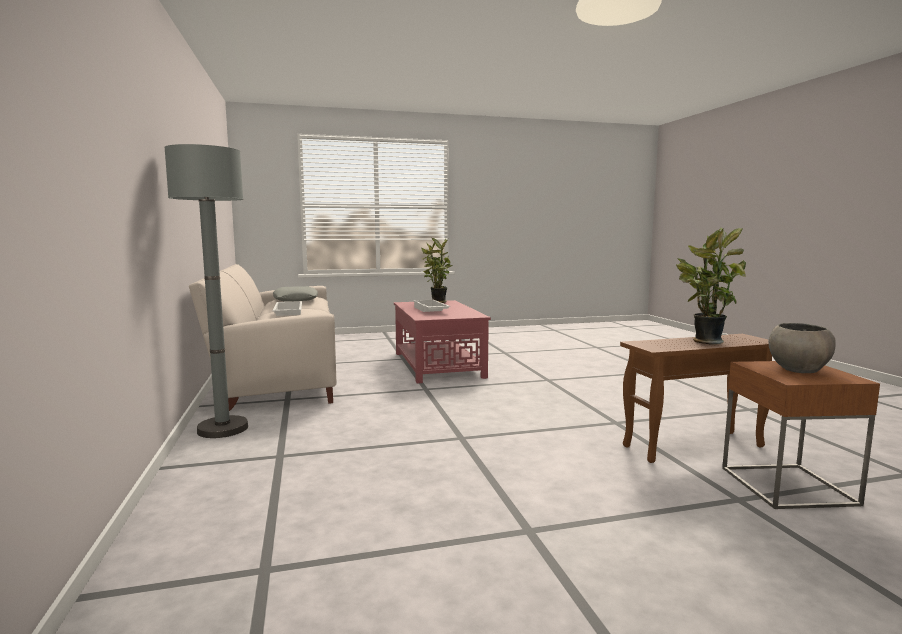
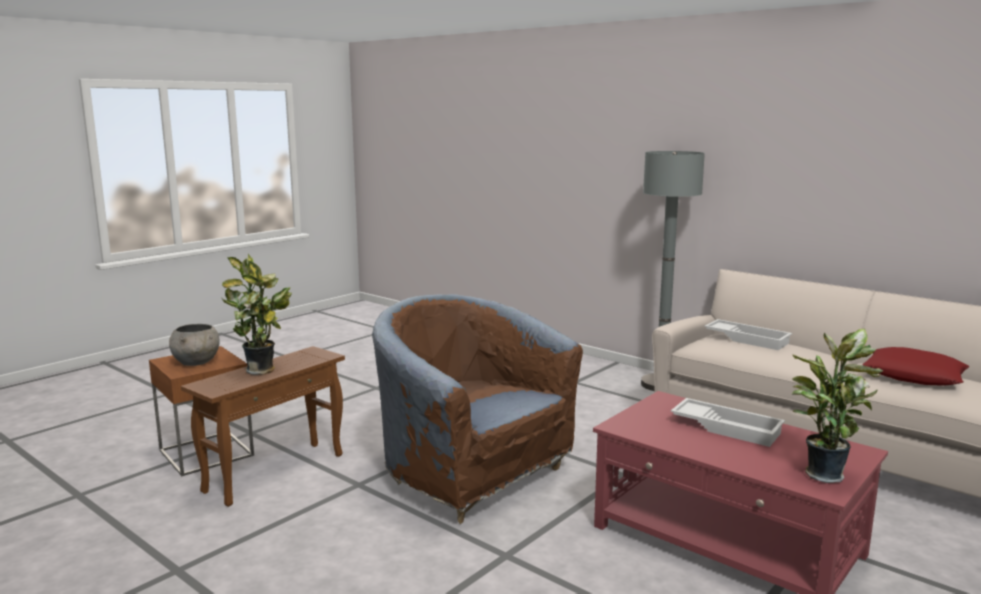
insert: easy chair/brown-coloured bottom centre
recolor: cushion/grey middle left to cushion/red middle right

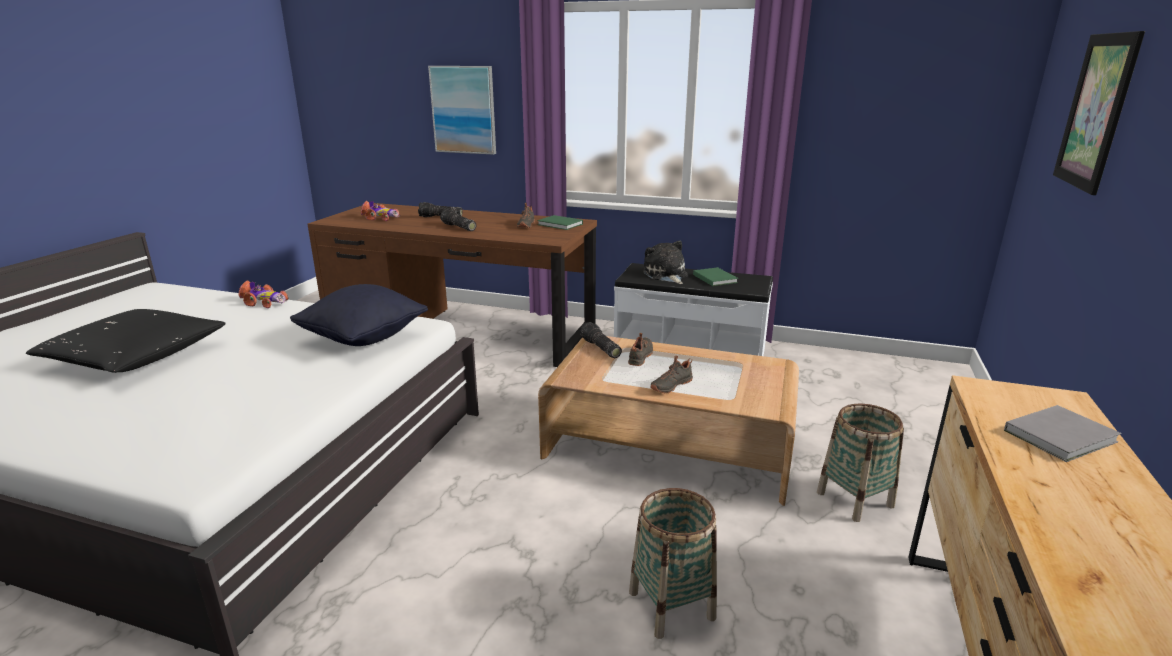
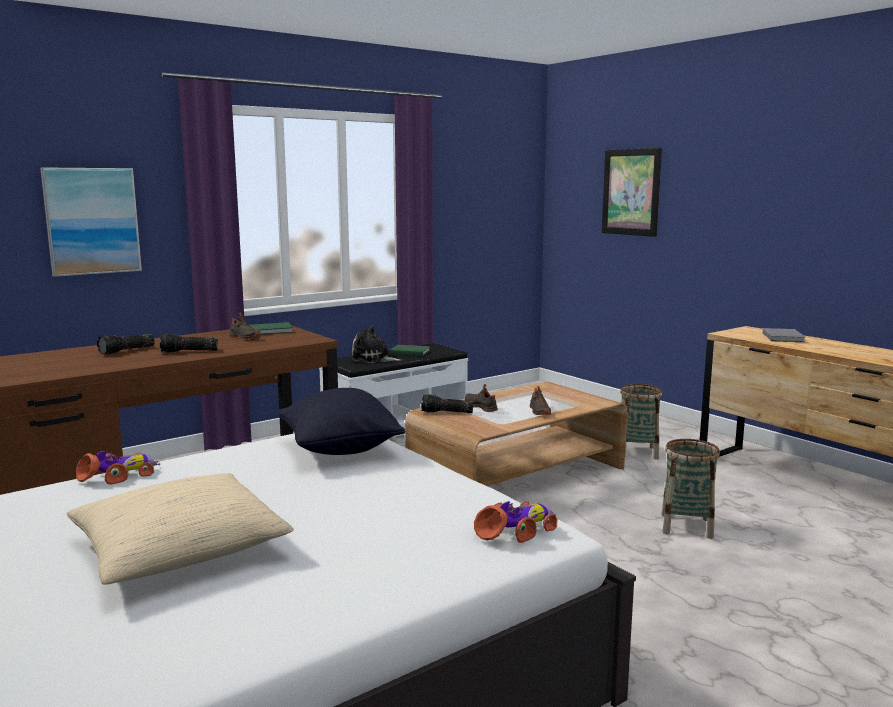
move: model car (2nd from left) top left to bottom centre
recolor: cushion/black-coloured (1st from left) middle left to cushion/beige-coloured bottom left

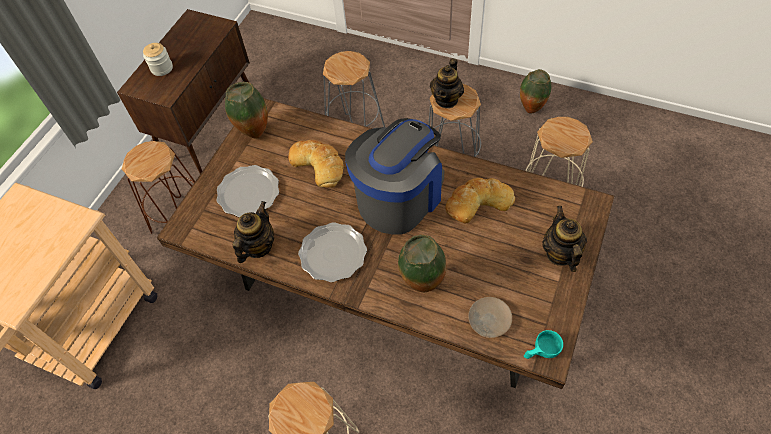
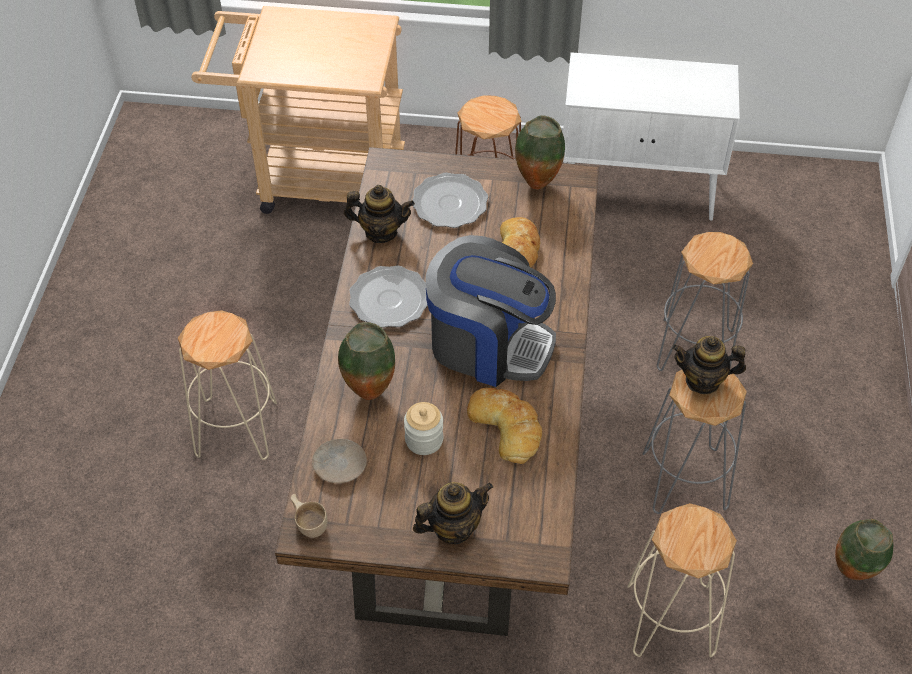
move: preserve jar top left to centre
recolor: cabinet/brown-coloured top left to cabinet/white top right; small cup/turquoise bottom right to small cup/beige-coloured bottom centre

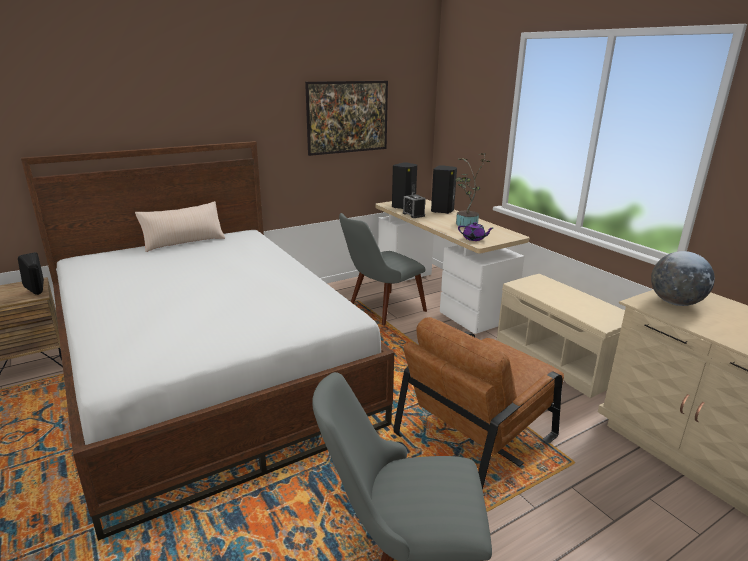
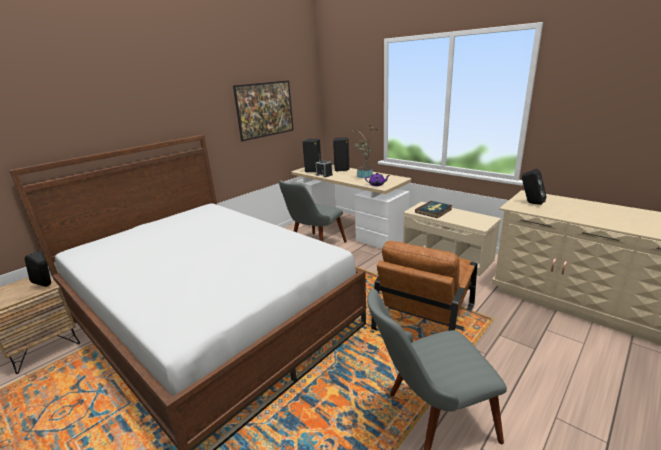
delete: cushion/beige-coloured middle left
insert: bound book centre
replace: globe middle right to loudspeaker/black-coloured (4th from left) middle right

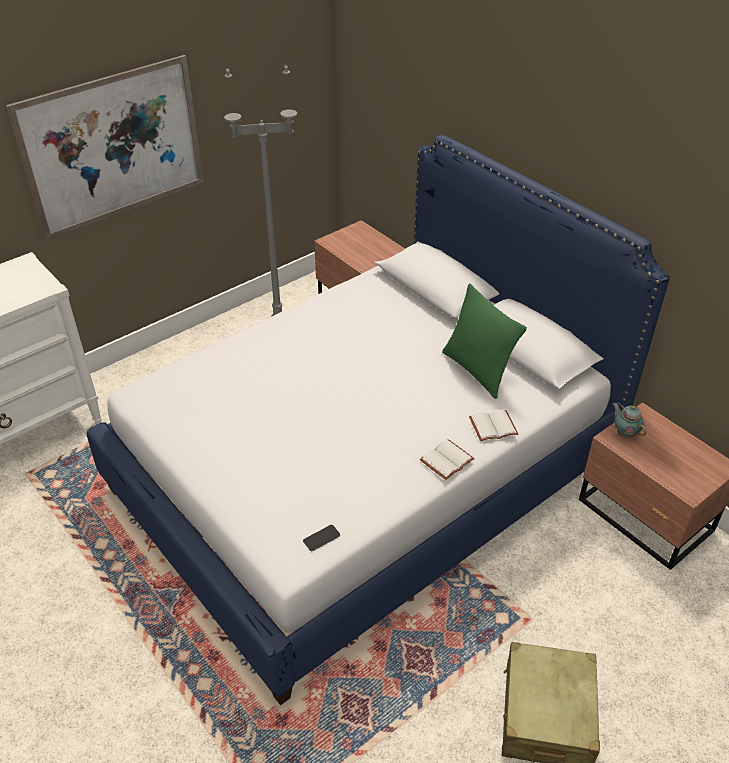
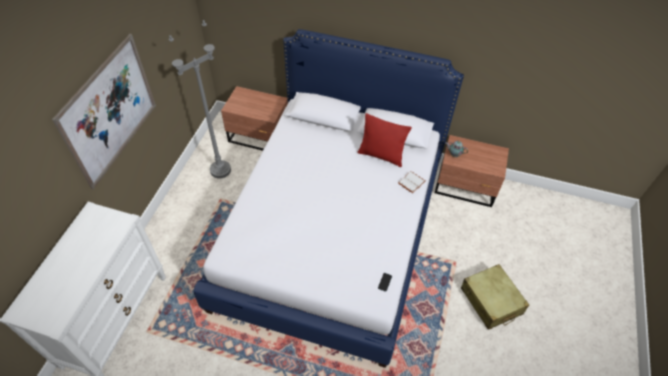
delete: bound book/white (1st from left) centre
recolor: cushion/greenish centre to cushion/red centre

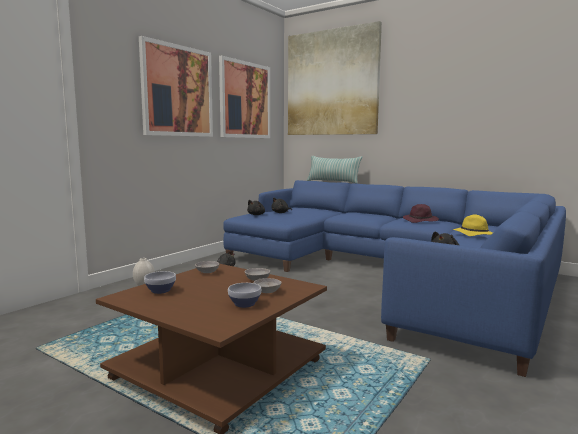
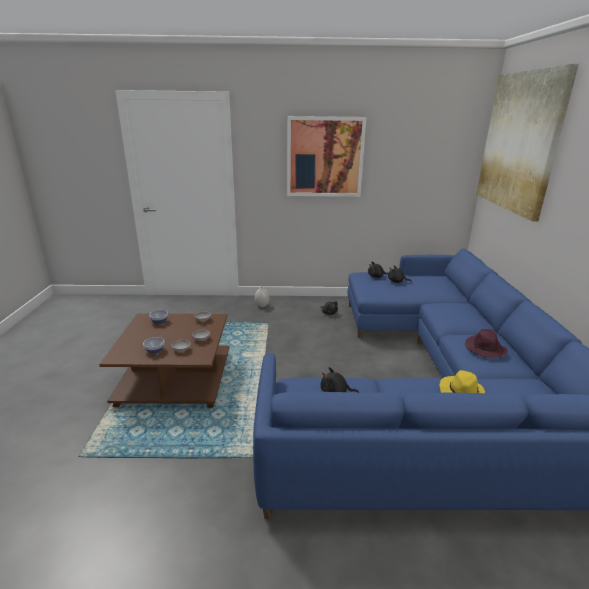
delete: picture (2nd from left) top centre; cushion centre

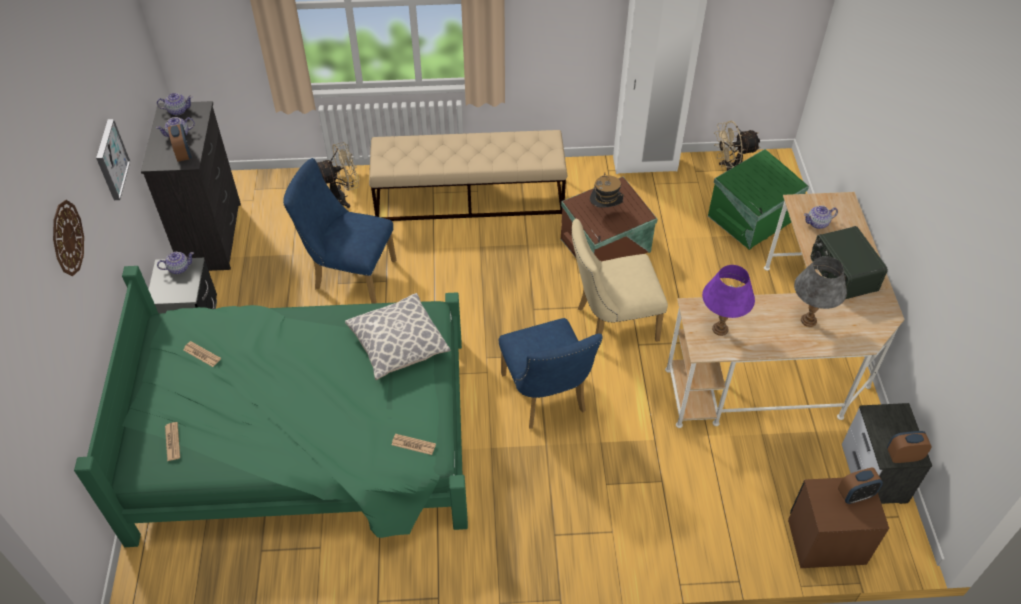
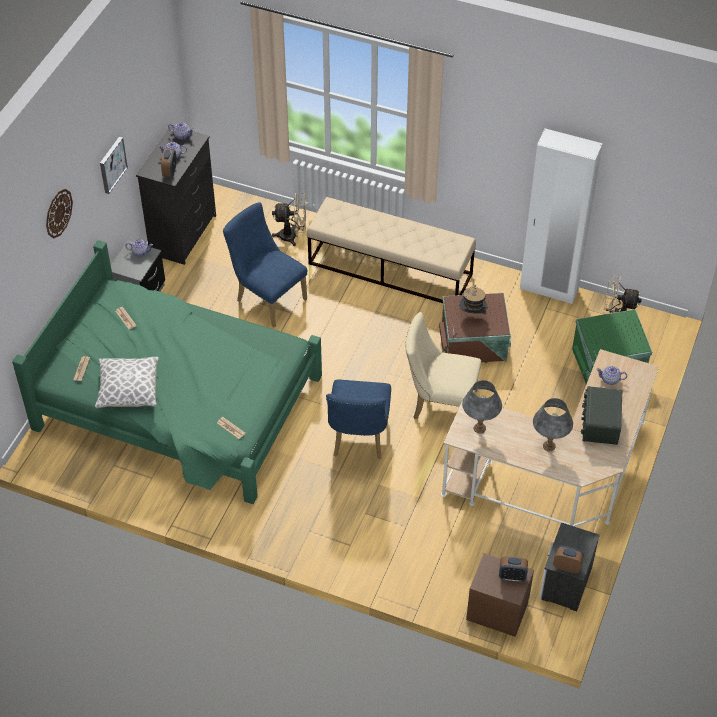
move: cushion centre to middle left
recolor: tabletop lamp/purple-coloured middle right to tabletop lamp/grey (1st from left) middle right

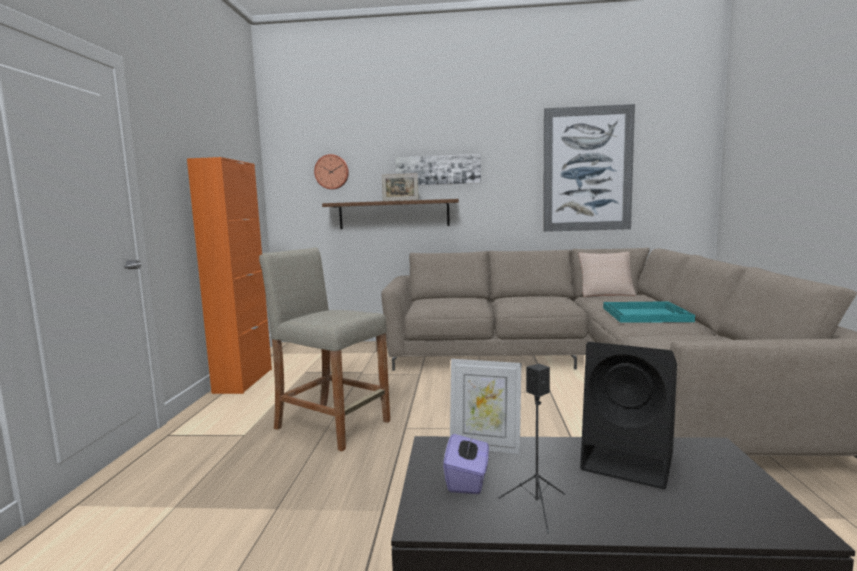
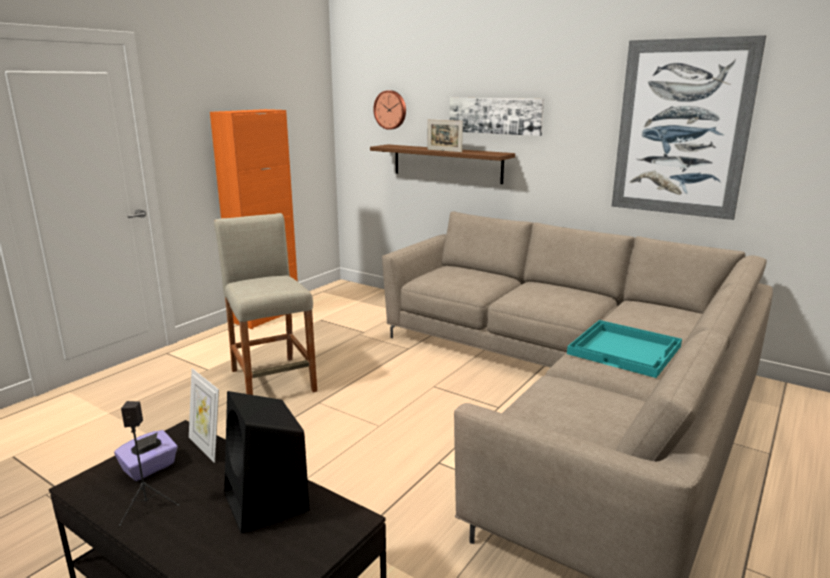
delete: cushion/beige-coloured middle right

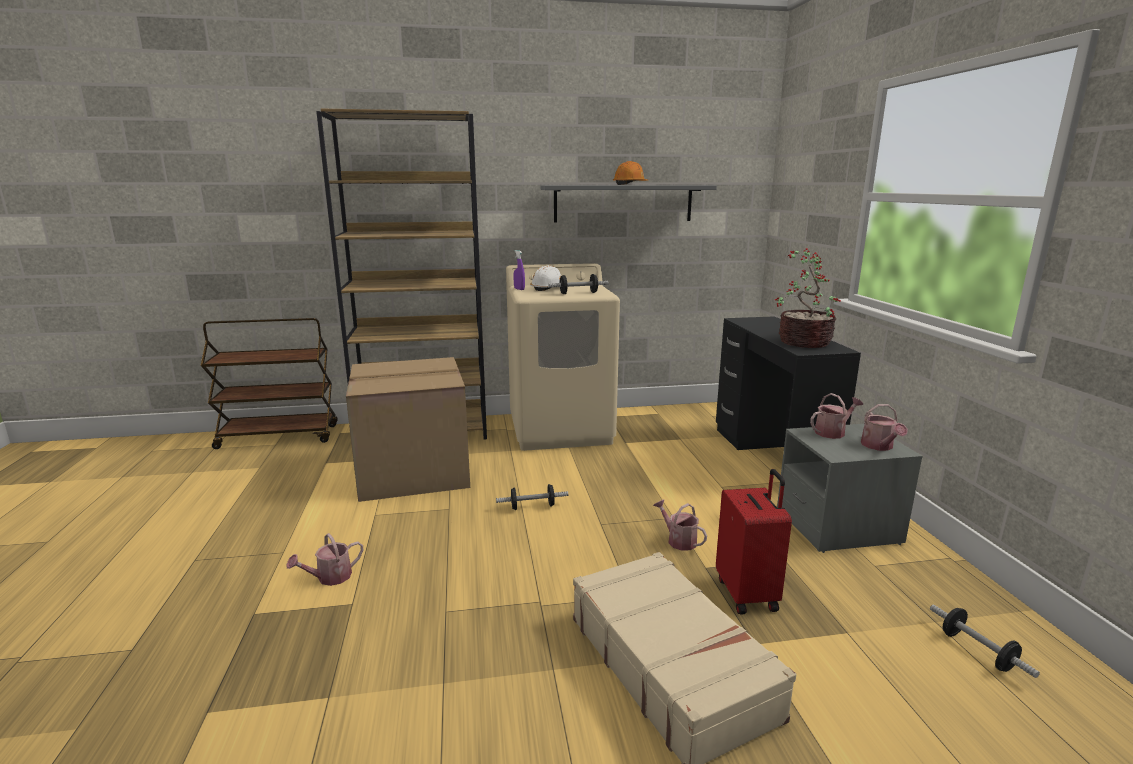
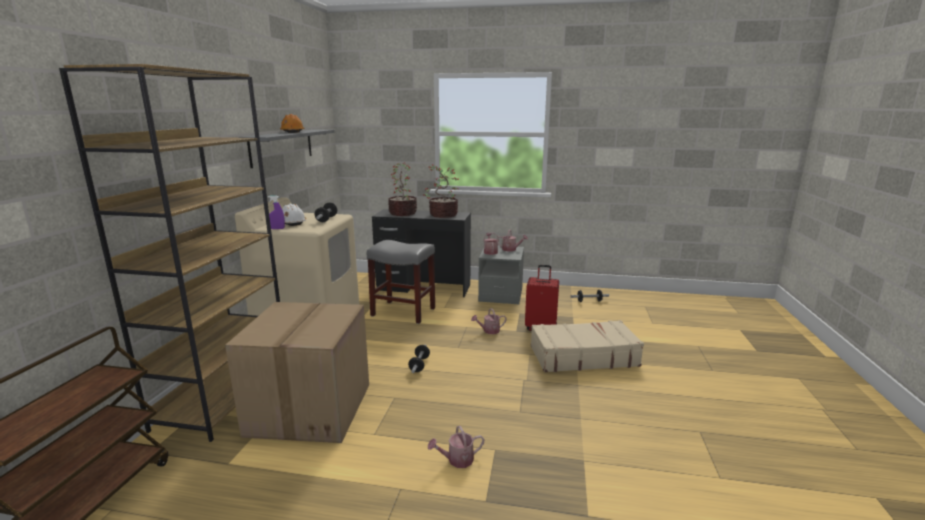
insert: stool/grey centre; plant in a pot (1st from left) centre
rotate: watering can (1st from left) bottom left = bottom centre 90 degrees clockwise

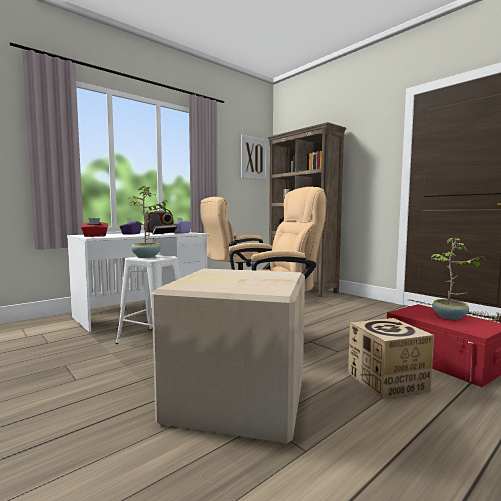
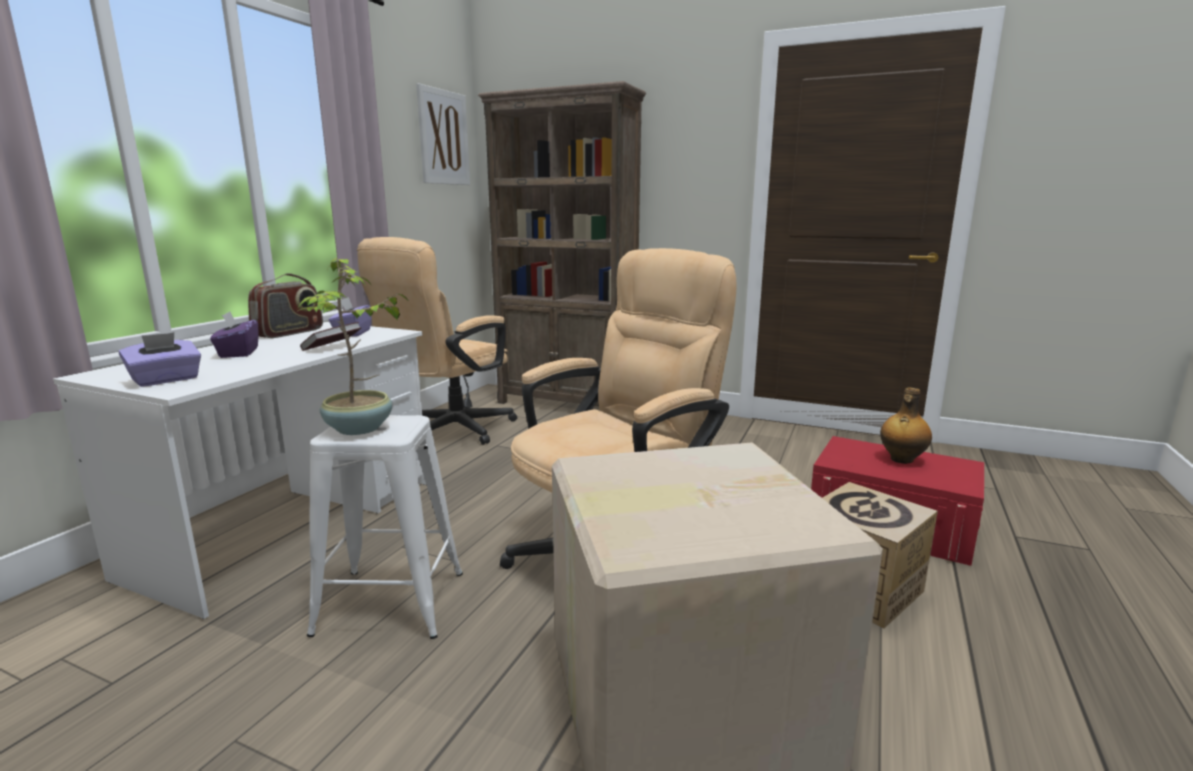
replace: plant in a pot (2nd from left) middle right to beverage bottle middle right
recolor: tissue holder/red middle left to tissue holder/purple-coloured (1st from left) middle left

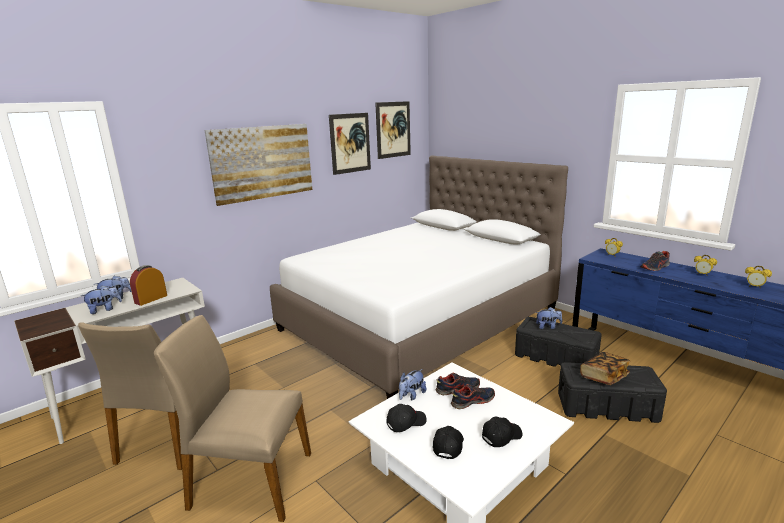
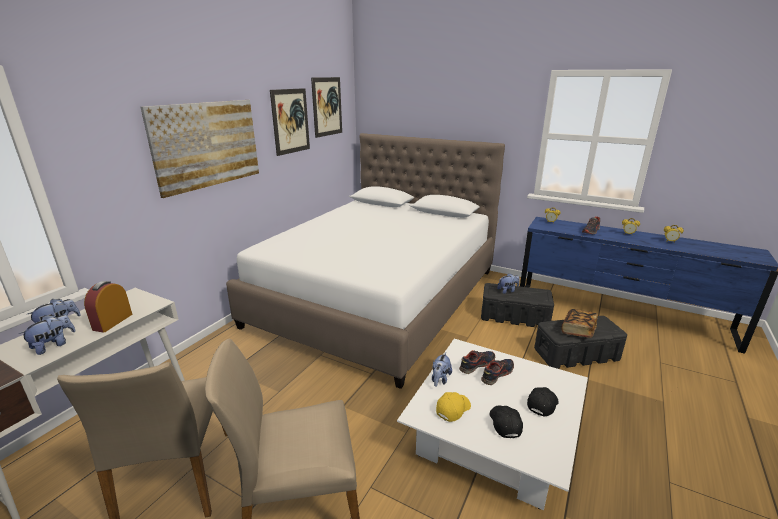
recolor: cap/black-coloured (1st from left) bottom centre to cap/yellowish bottom centre

